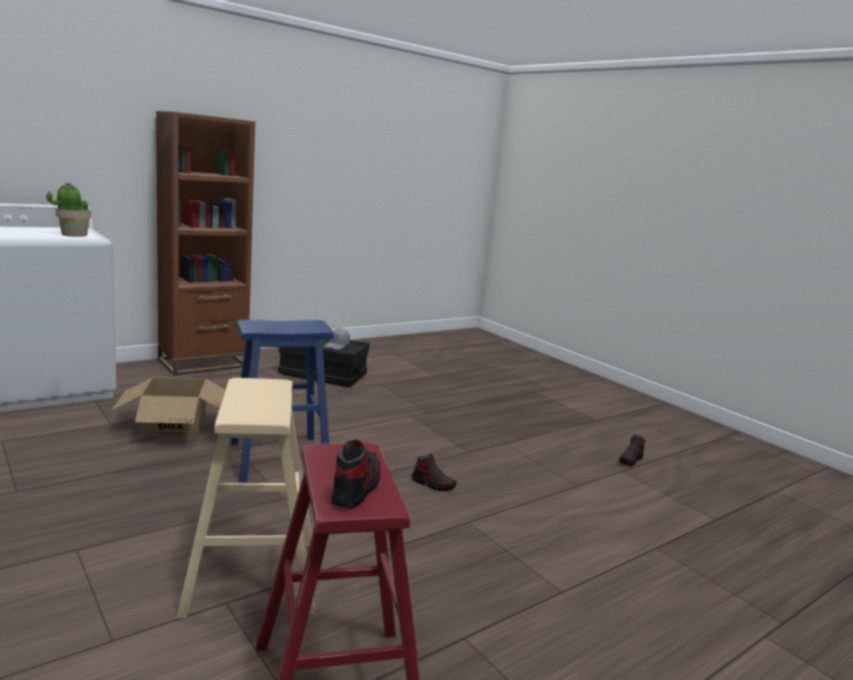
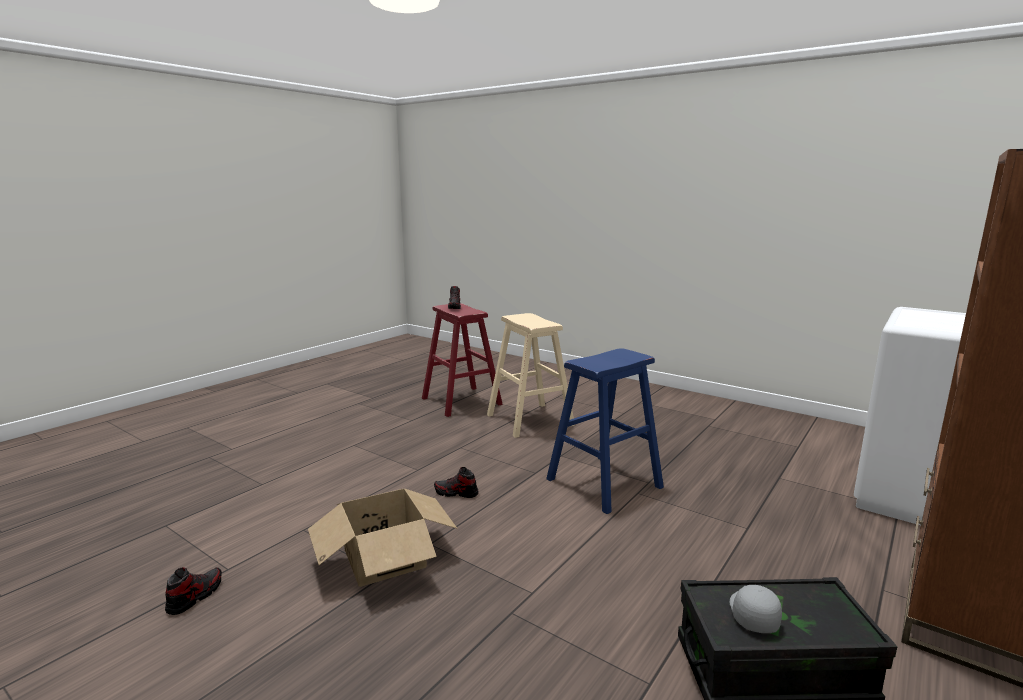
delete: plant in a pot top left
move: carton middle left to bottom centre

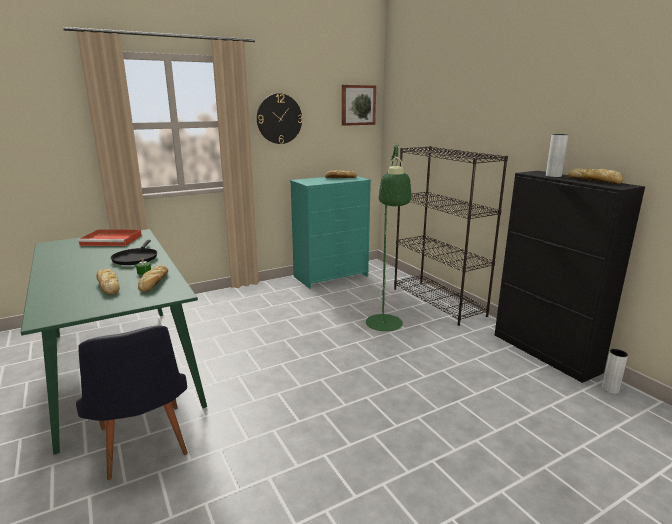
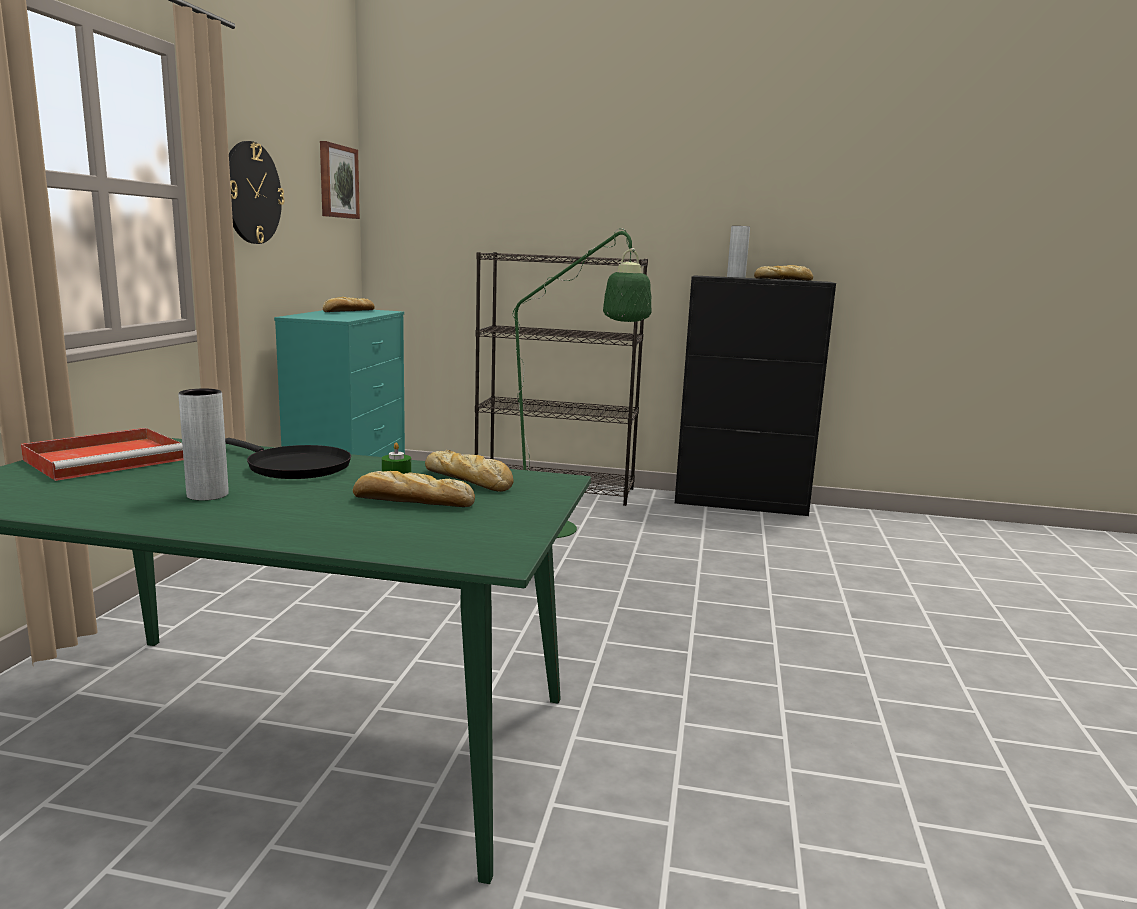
delete: plain chair/black-coloured bottom left
move: vase/grey (2nd from left in the first image) bottom right to vase/grey (1st from left) middle left

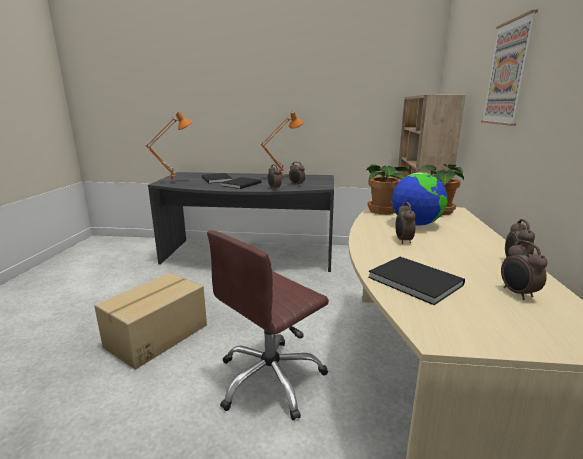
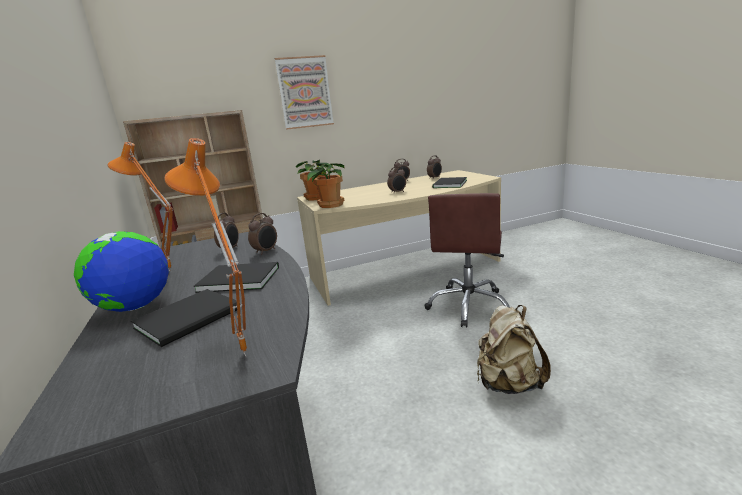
move: globe middle right to middle left
replace: carton bottom left to rucksack/beige-coloured bottom right
rotate: office chair/brown-coloured bottom centre = centre 90 degrees clockwise

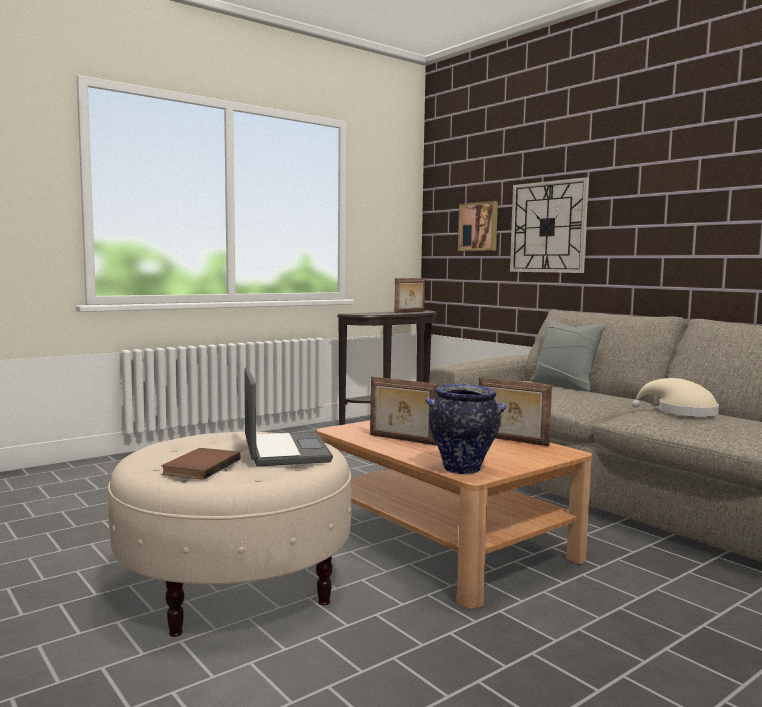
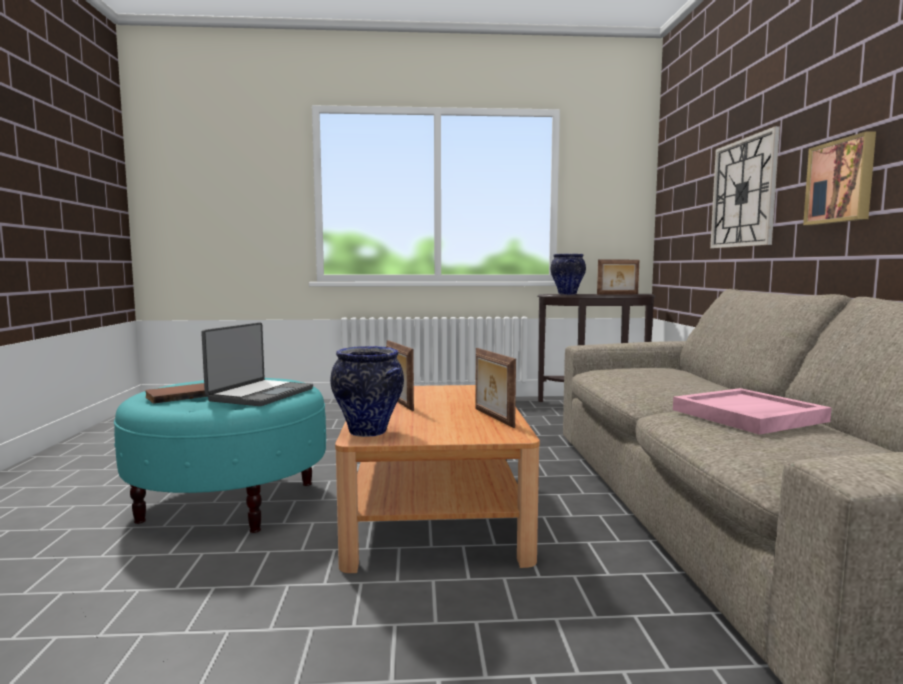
delete: cushion/grey middle right
insert: vase (2nd from left) centre
move: picture top centre to top right
replace: clothing hat/beige-coloured middle right to carrying tray/pink middle right
recolor: pouffe/beige-coloured bottom left to pouffe/turquoise middle left

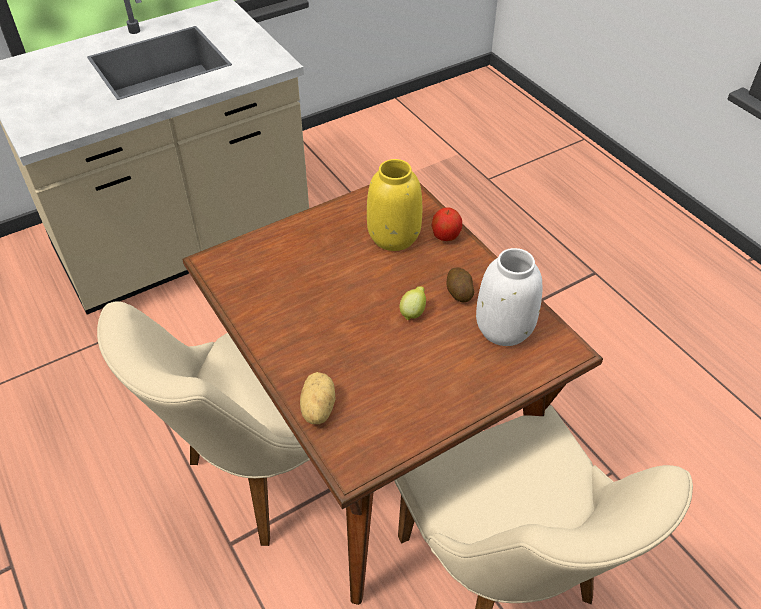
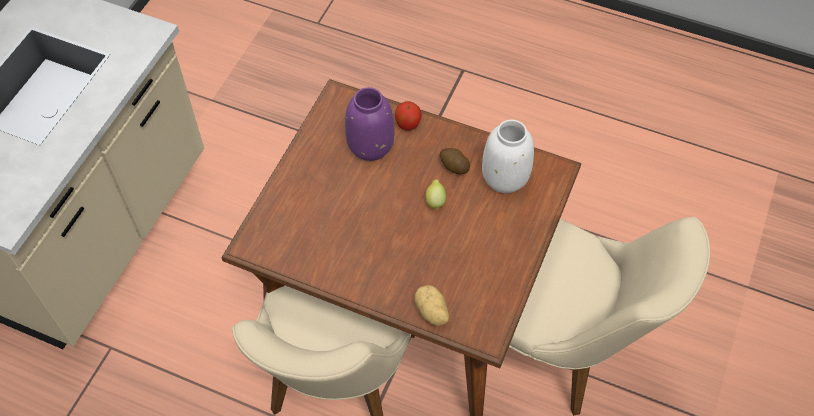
recolor: vase/yellowish centre to vase/purple-coloured top centre

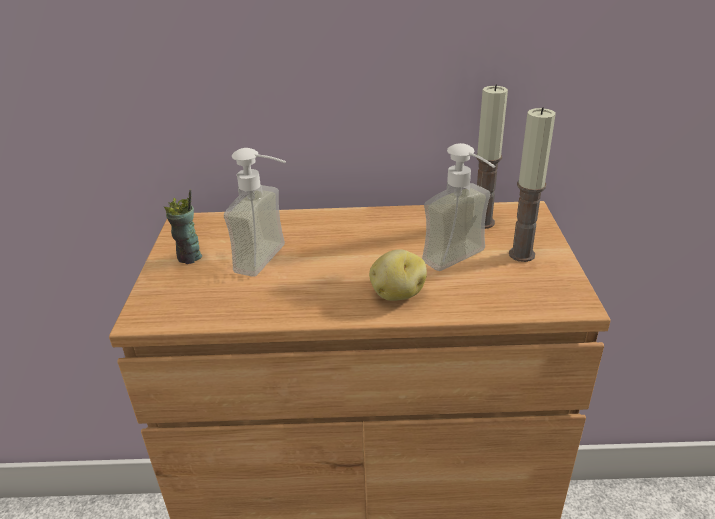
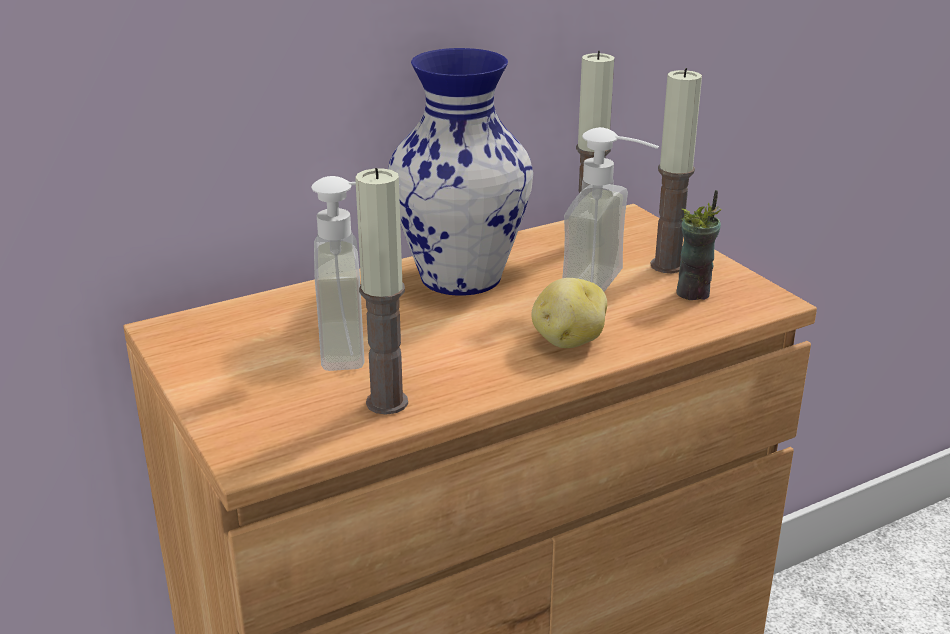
insert: wax candle (1st from left) centre; vase top centre
move: small cup middle left to middle right

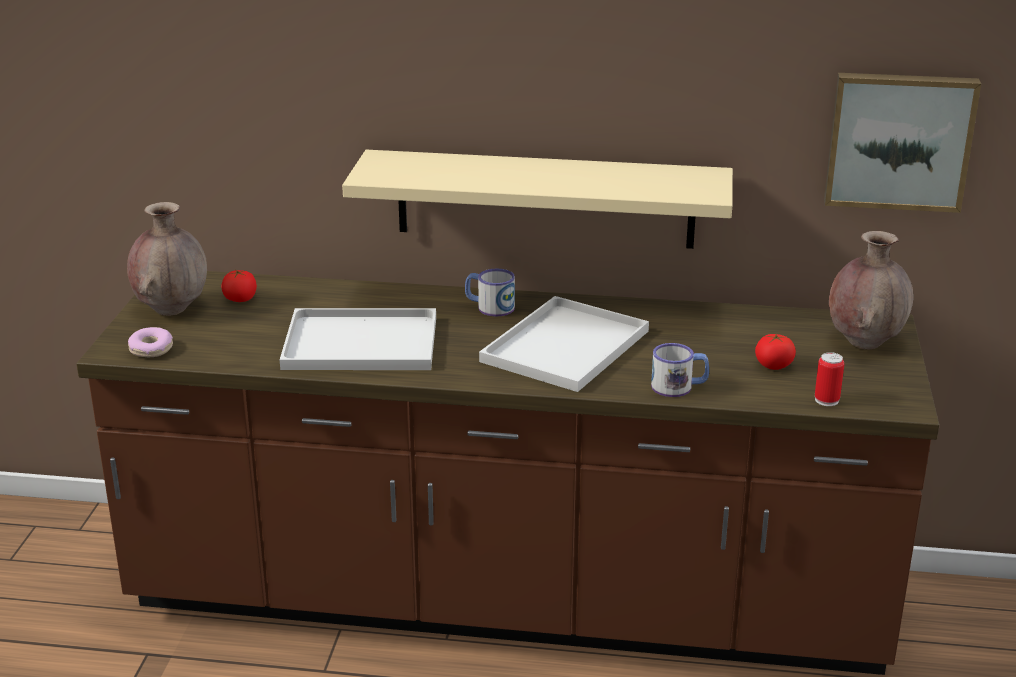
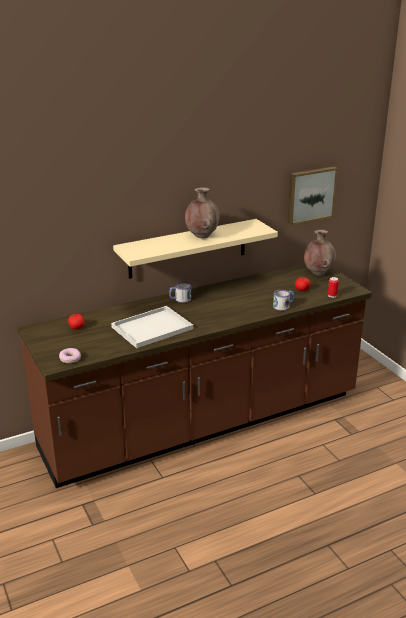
delete: carrying tray/white (2nd from left) centre
move: vase/brown-coloured (1st from left) middle left to centre

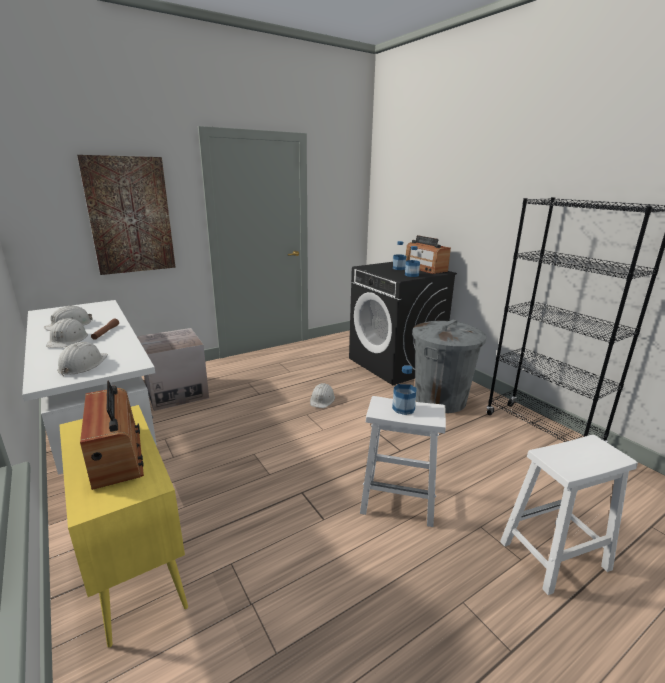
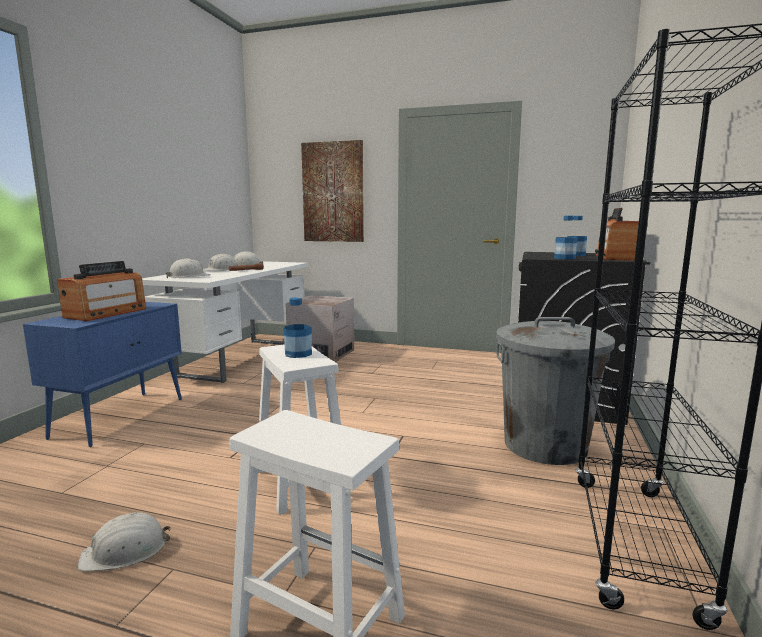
move: safety helmet/white (4th from left in the first image) centre to safety helmet/white (1st from left) bottom left
recolor: cabinet/yellowish bottom left to cabinet/blue middle left

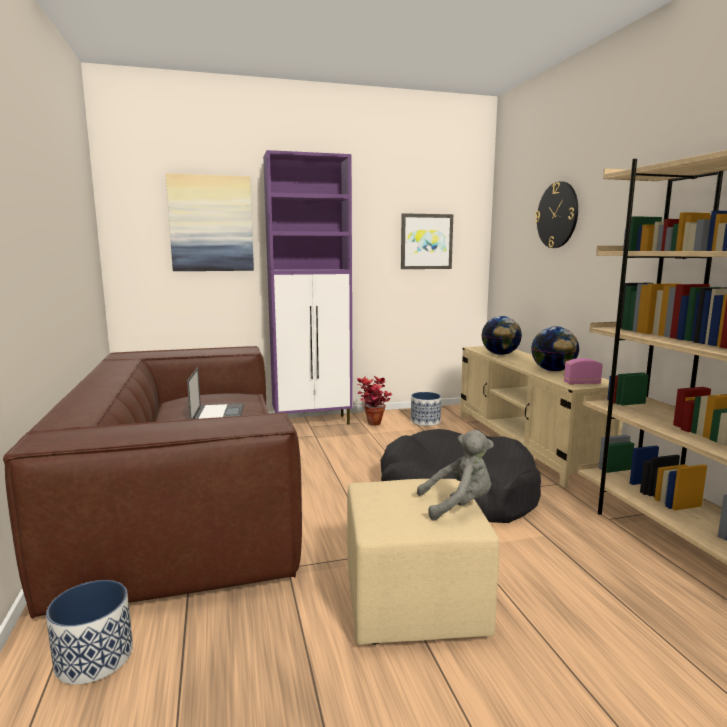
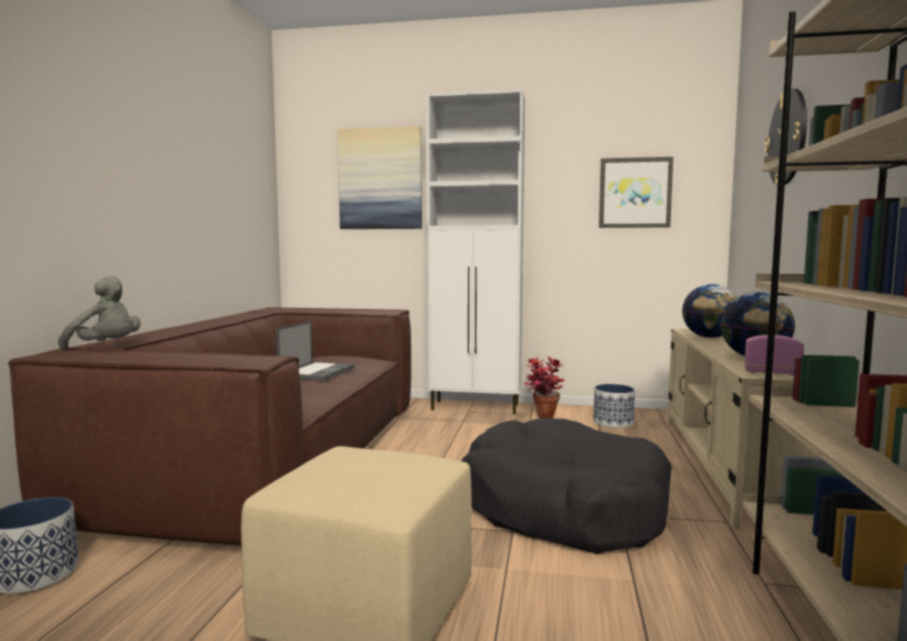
move: soft toy/grey centre to middle left
recolor: cabinet/purple-coloured centre to cabinet/white centre

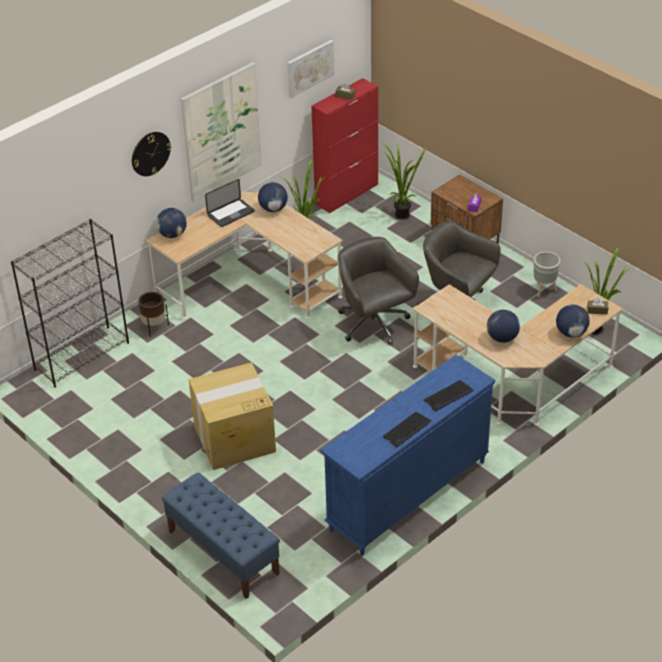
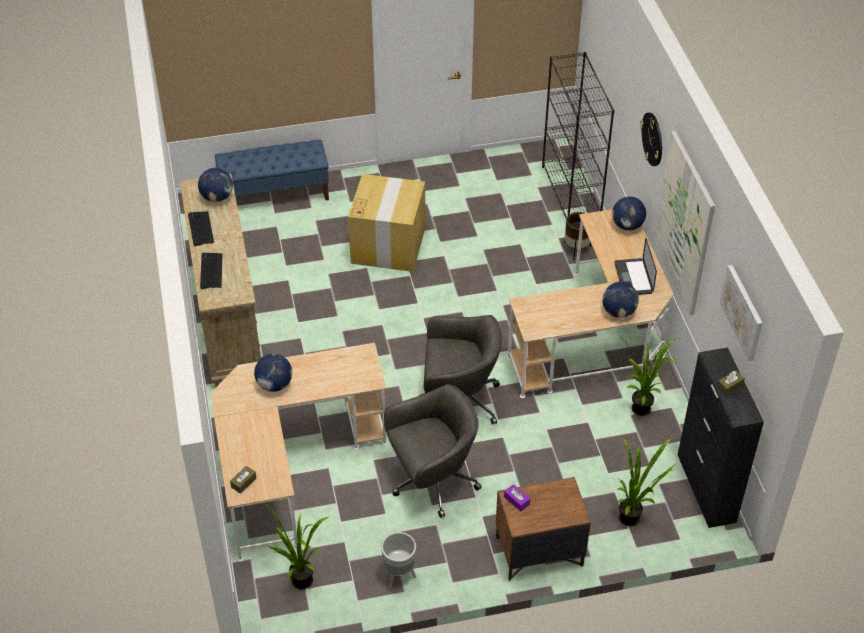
move: globe (4th from left in the first image) middle right to globe (1st from left) top left
recolor: cabinet/red top centre to cabinet/black-coloured bottom right; drawer chest/blue bottom centre to drawer chest/beige-coloured middle left

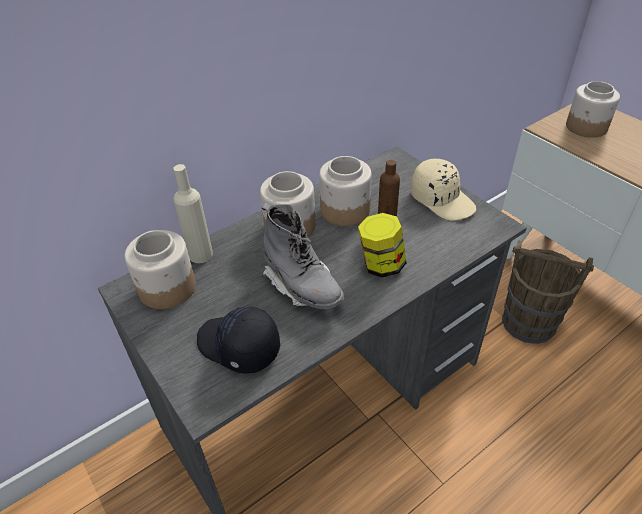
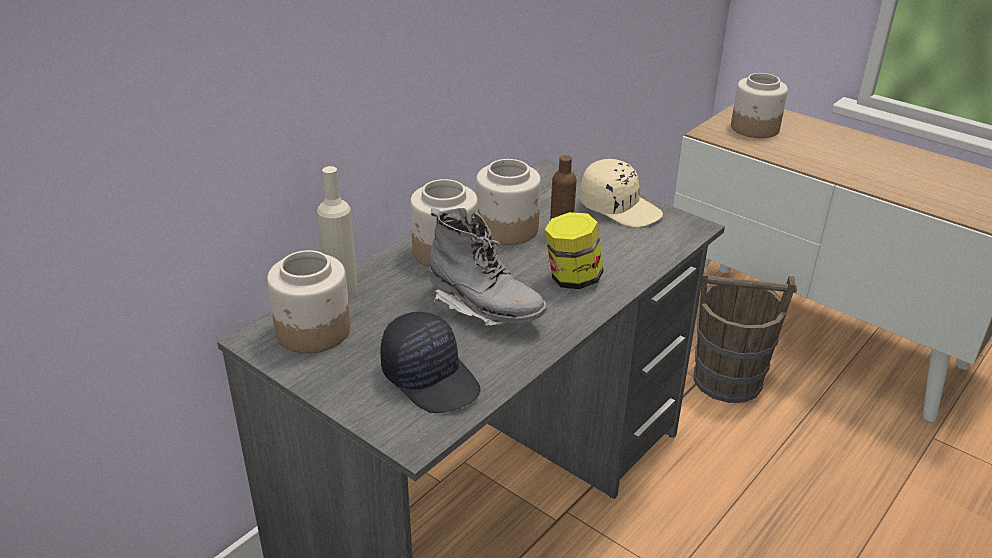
rotate: cap/black-coloured centre = centre 150 degrees counterclockwise

